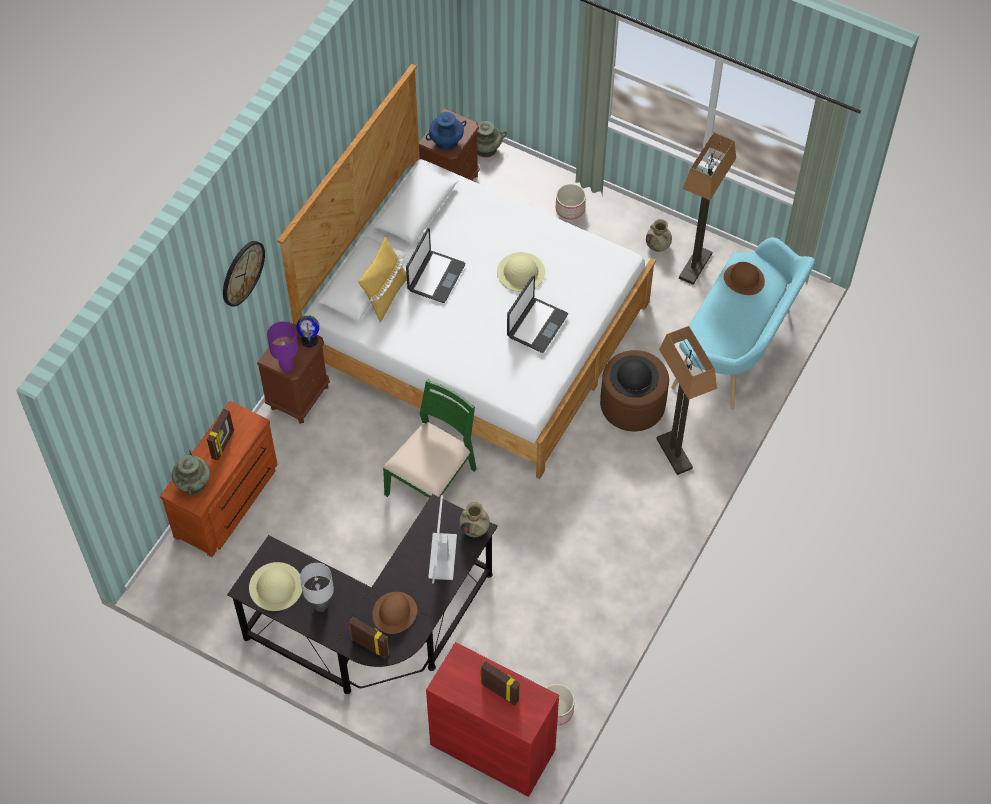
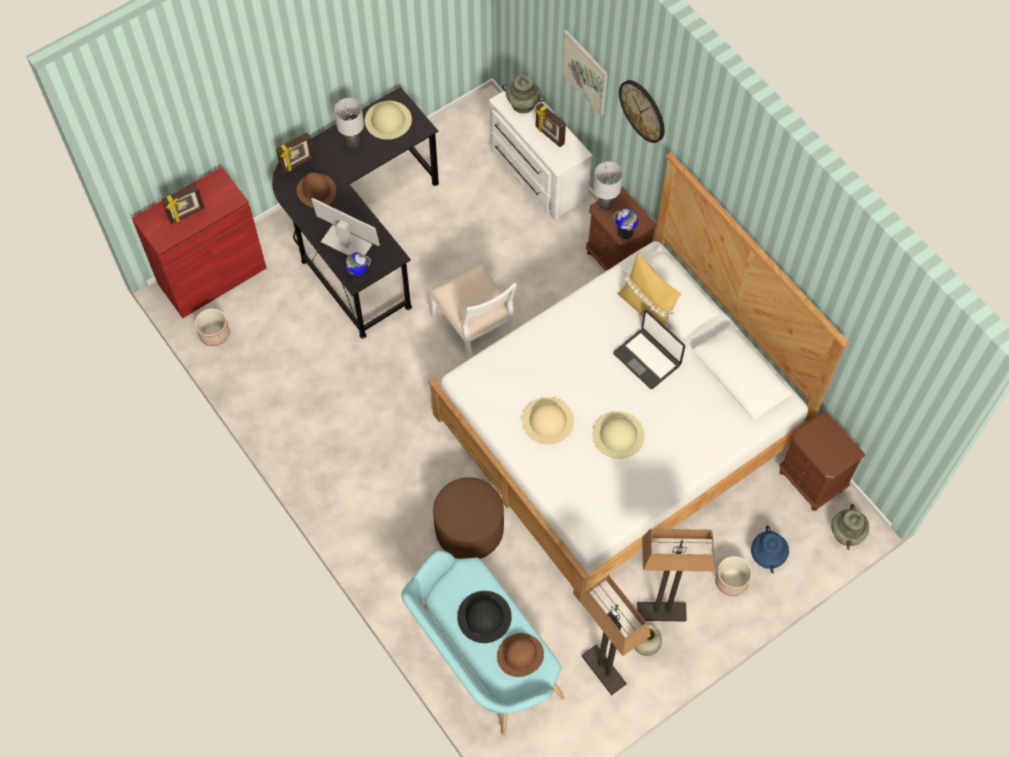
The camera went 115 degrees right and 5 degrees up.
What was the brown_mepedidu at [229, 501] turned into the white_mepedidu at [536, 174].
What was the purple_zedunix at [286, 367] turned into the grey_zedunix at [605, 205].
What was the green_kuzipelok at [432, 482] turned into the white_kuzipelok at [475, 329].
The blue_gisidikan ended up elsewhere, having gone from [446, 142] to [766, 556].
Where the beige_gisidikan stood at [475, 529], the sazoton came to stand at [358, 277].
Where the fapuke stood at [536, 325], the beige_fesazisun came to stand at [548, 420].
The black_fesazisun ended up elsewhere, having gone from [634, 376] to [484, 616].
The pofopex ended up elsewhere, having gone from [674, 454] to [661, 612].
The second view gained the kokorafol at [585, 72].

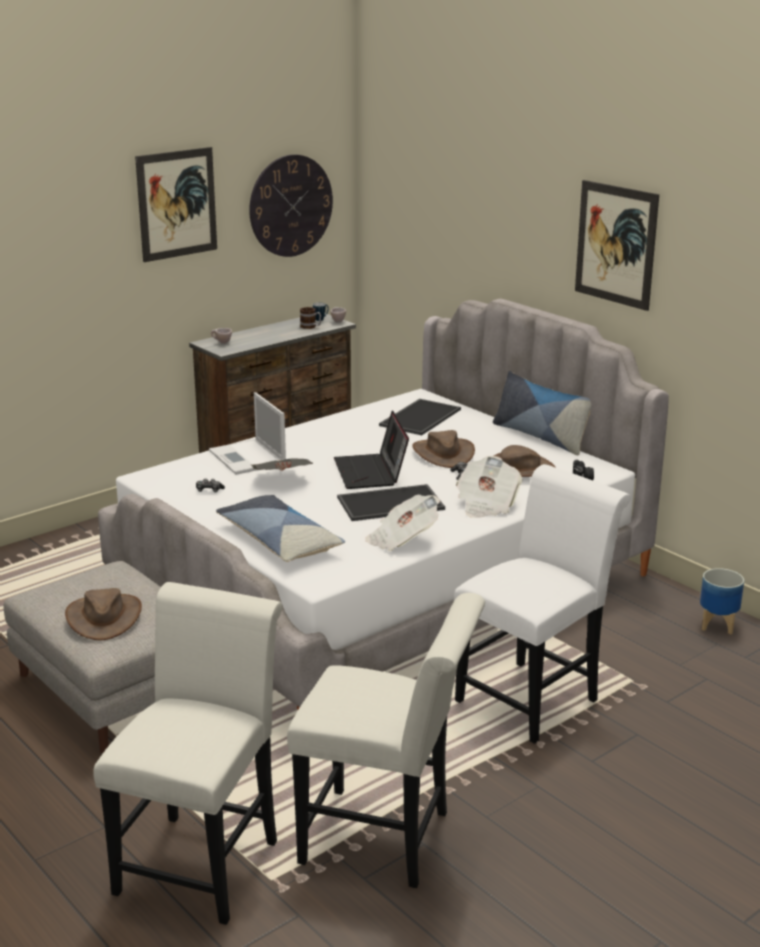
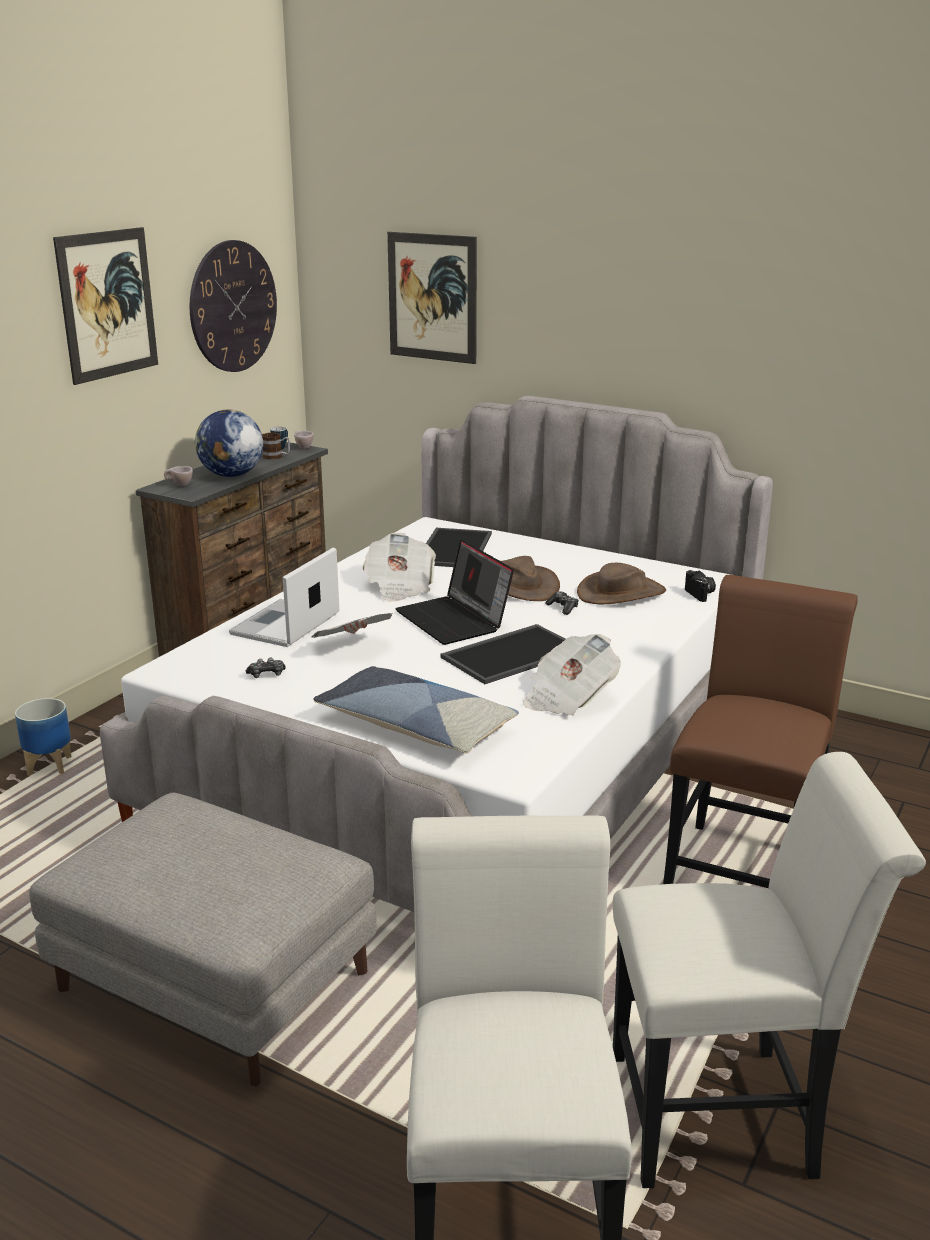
The camera went 20 degrees left and 0 degrees up.
The second view lost the brown_fesazisun at [104, 617].
The fapuke at [248, 458] ended up facing another way, 75 degrees clockwise from before.
What was the white_kuzipelok at [533, 696] turned into the brown_kuzipelok at [745, 865].
The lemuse ended up elsewhere, having gone from [486, 505] to [399, 587].
The second view lost the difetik at [540, 437].
The kokorafol ended up elsewhere, having gone from [616, 244] to [432, 297].
The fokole ended up elsewhere, having gone from [717, 625] to [50, 766].
The second view gained the sazoton at [231, 475].

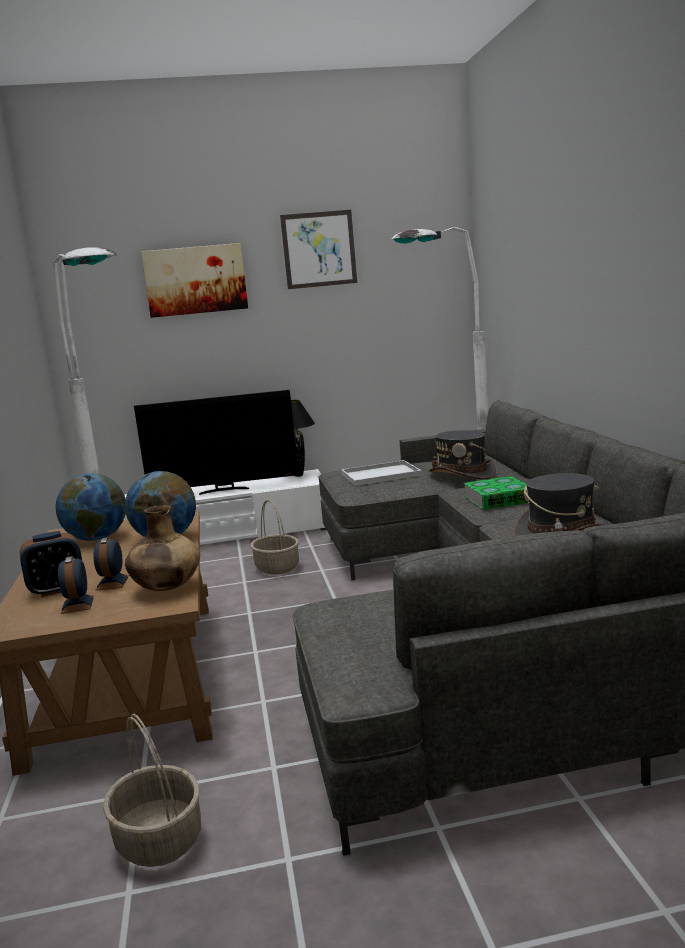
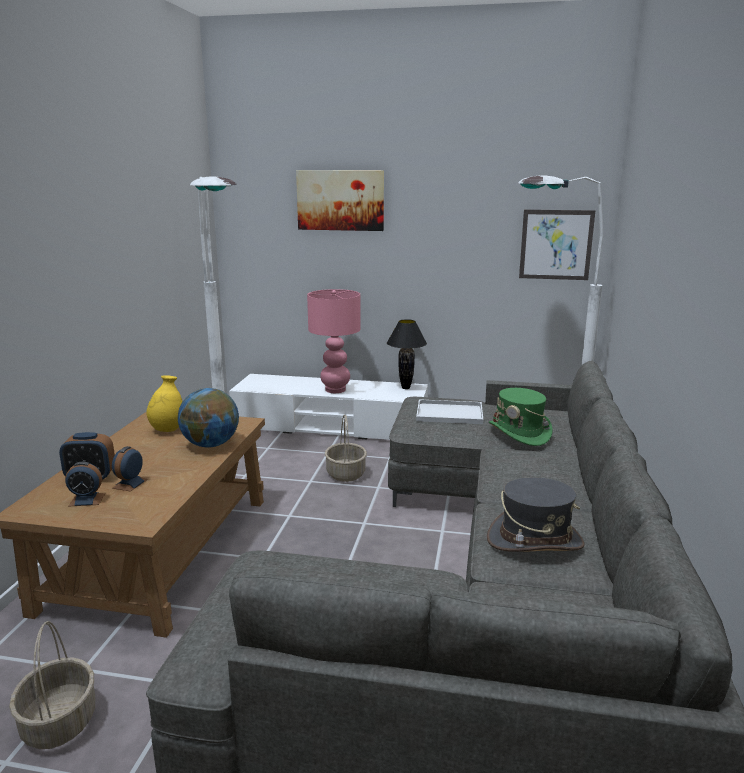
The camera went 20 degrees right and 5 degrees up.
Where the sazoton stood at [97, 538], the yellow_gisidikan came to stand at [167, 430].
The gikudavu at [77, 604] ended up facing another way, 105 degrees counterclockwise from before.
The second view lost the brown_gisidikan at [166, 588].
Where the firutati stood at [225, 490], the pink_zedunix came to stand at [336, 389].
The kokorafol ended up elsewhere, having gone from [319, 249] to [556, 245].
What was the grey_fesazisun at [462, 474] turned into the green_fesazisun at [519, 433].
The second view lost the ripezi at [498, 499].

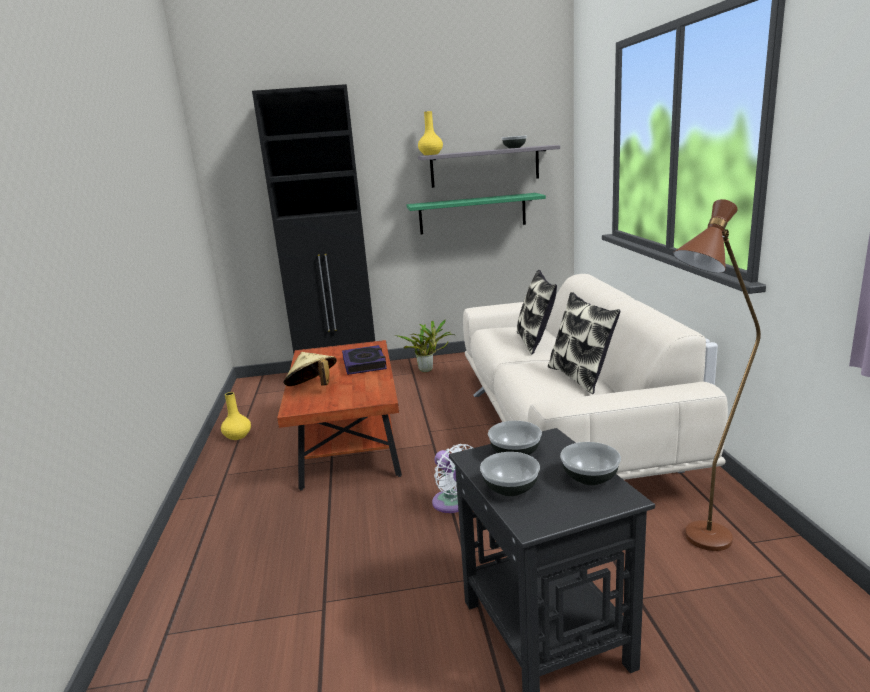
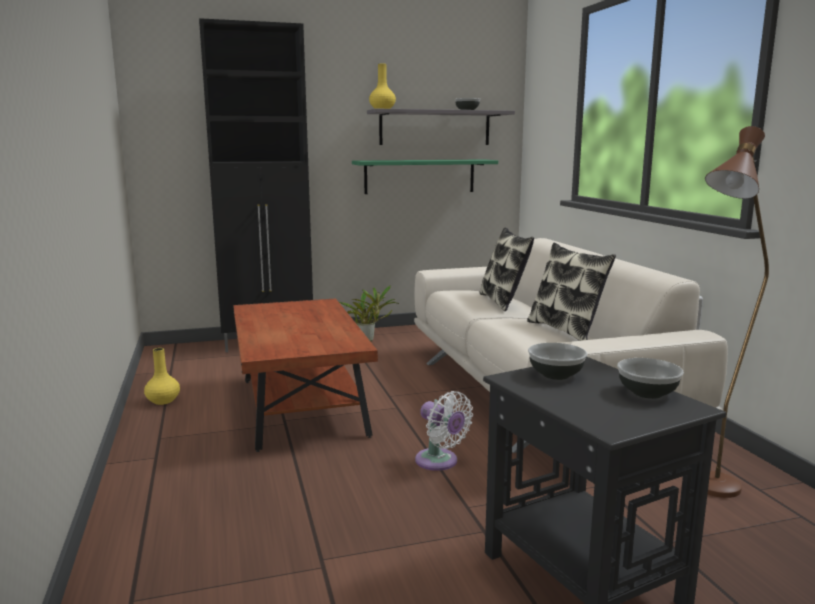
The camera went 10 degrees left and 5 degrees down.
The second view lost the beige_fesazisun at [313, 388].
The second view lost the ripezi at [364, 364].
The second view lost the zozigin at [509, 488].

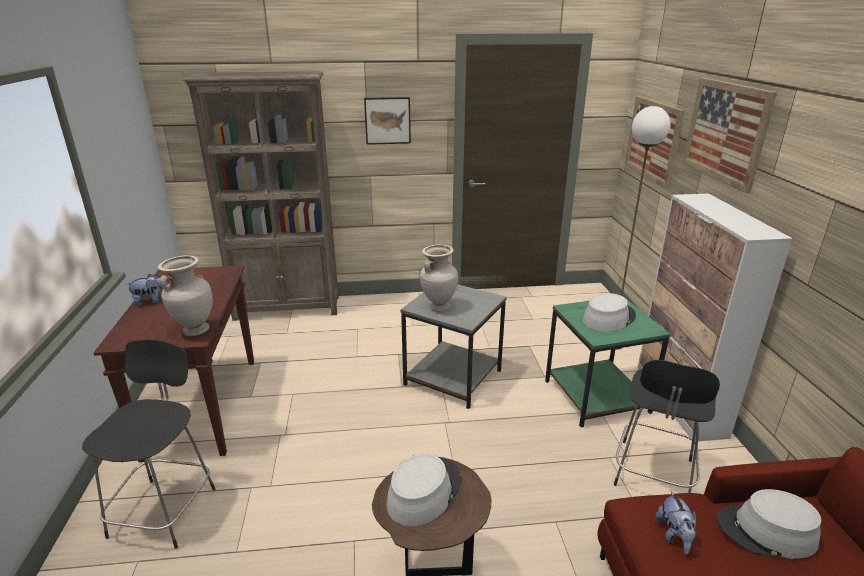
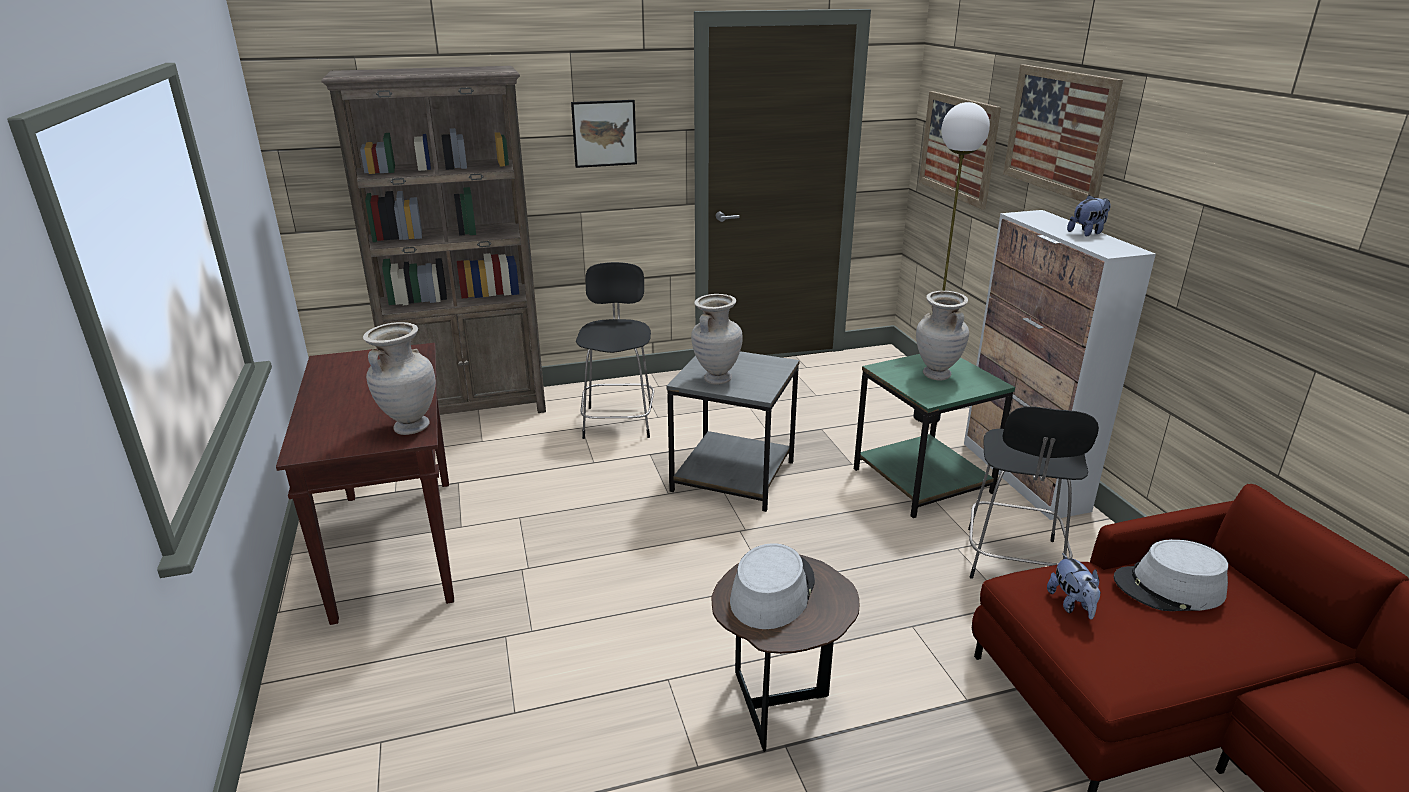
The camera went 10 degrees left and 0 degrees up.
The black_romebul ended up elsewhere, having gone from [165, 509] to [618, 420].
The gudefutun ended up elsewhere, having gone from [151, 301] to [1087, 233].
Where the grey_fesazisun stood at [608, 318], the beige_gisidikan came to stand at [936, 375].

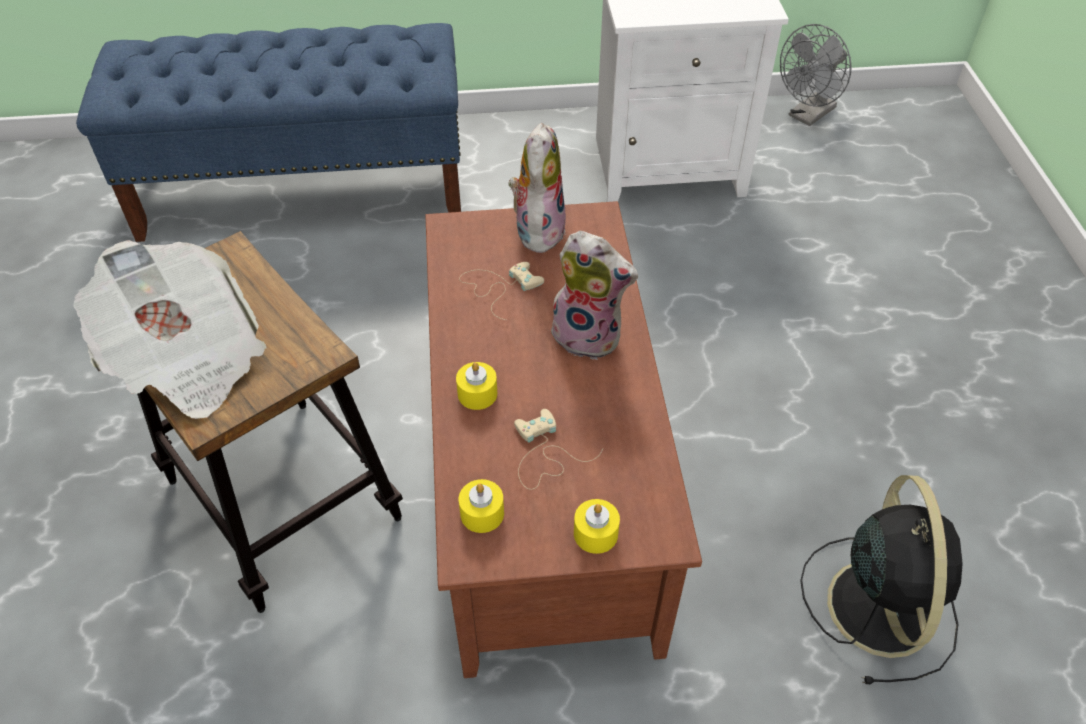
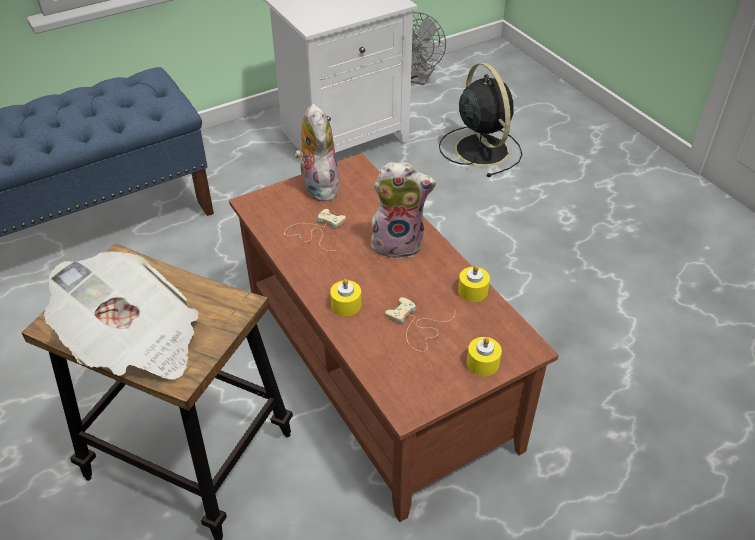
The camera went 25 degrees left and 5 degrees down.
The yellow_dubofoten ended up elsewhere, having gone from [482, 513] to [472, 291].
The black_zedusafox ended up elsewhere, having gone from [879, 603] to [480, 148].

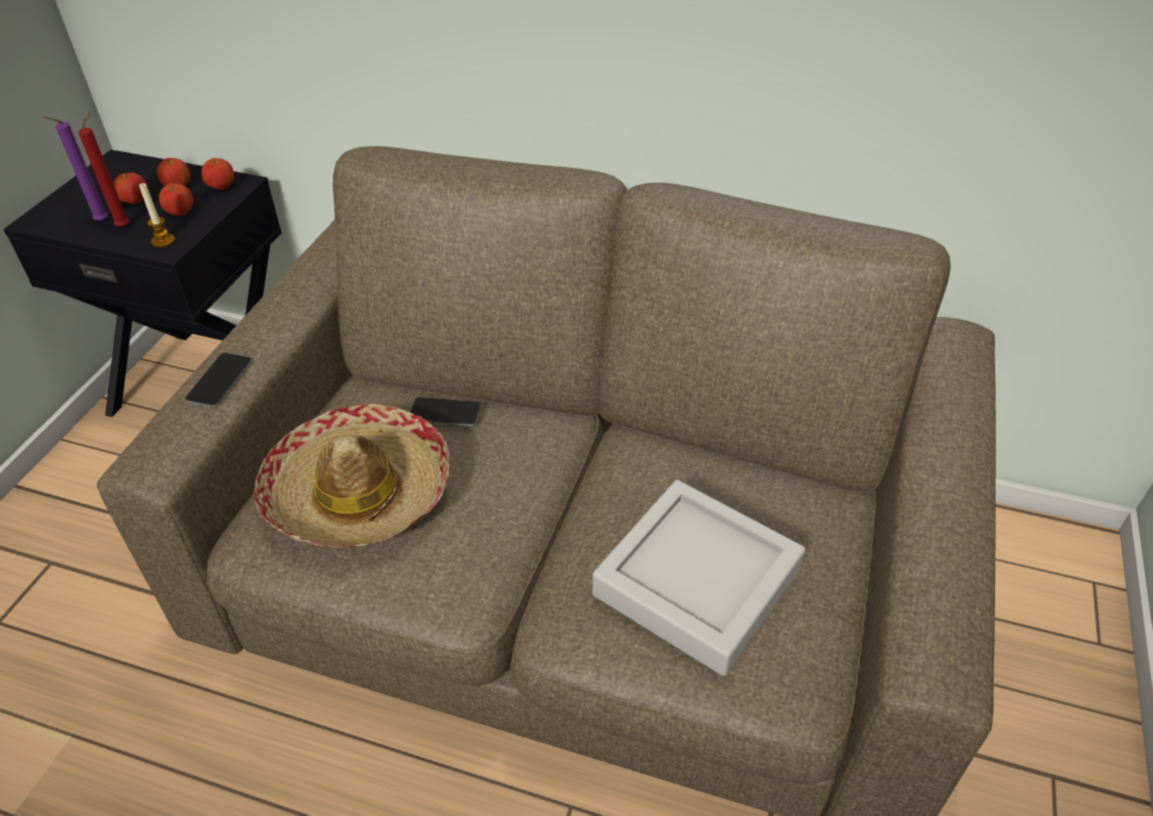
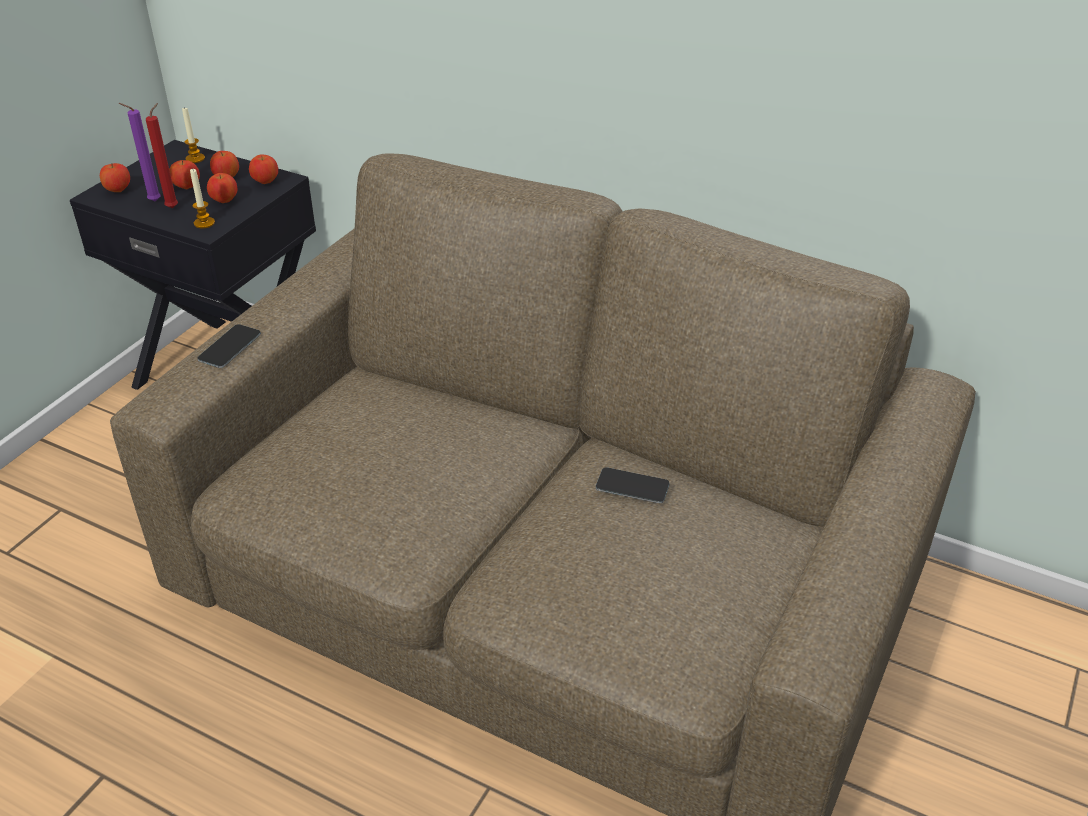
The camera went 10 degrees right and 5 degrees down.
The second view lost the fesazisun at [359, 492].
The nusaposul ended up elsewhere, having gone from [445, 412] to [632, 486].
The second view lost the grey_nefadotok at [697, 582].
The second view gained the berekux at [118, 190].
The second view gained the dubofoten at [195, 159].

